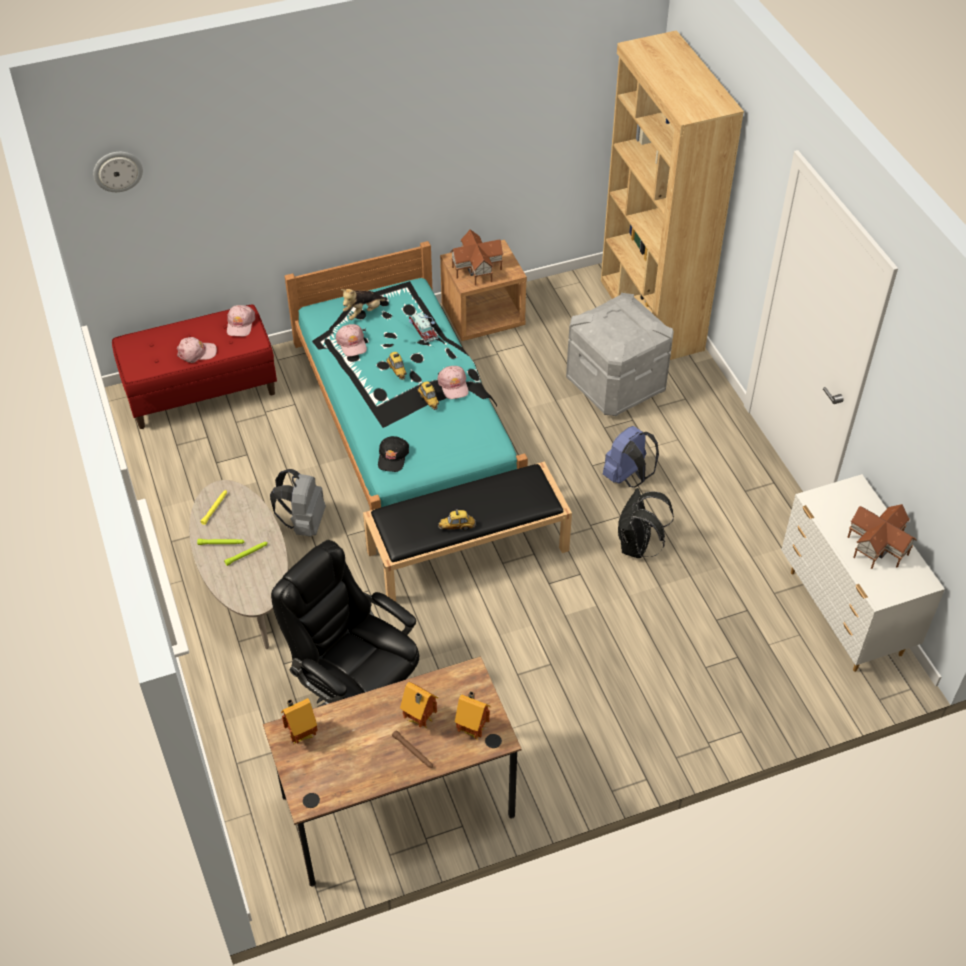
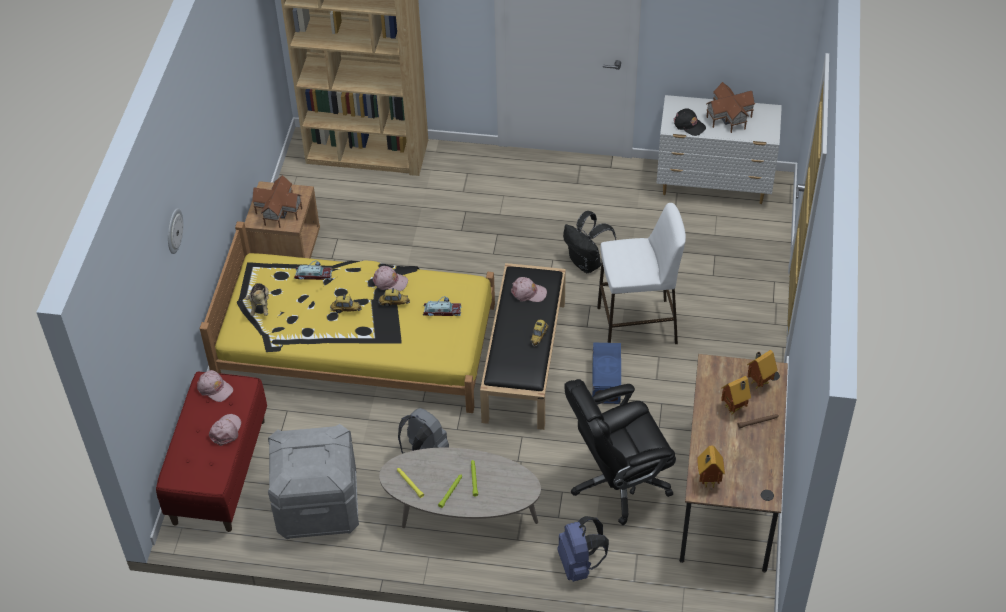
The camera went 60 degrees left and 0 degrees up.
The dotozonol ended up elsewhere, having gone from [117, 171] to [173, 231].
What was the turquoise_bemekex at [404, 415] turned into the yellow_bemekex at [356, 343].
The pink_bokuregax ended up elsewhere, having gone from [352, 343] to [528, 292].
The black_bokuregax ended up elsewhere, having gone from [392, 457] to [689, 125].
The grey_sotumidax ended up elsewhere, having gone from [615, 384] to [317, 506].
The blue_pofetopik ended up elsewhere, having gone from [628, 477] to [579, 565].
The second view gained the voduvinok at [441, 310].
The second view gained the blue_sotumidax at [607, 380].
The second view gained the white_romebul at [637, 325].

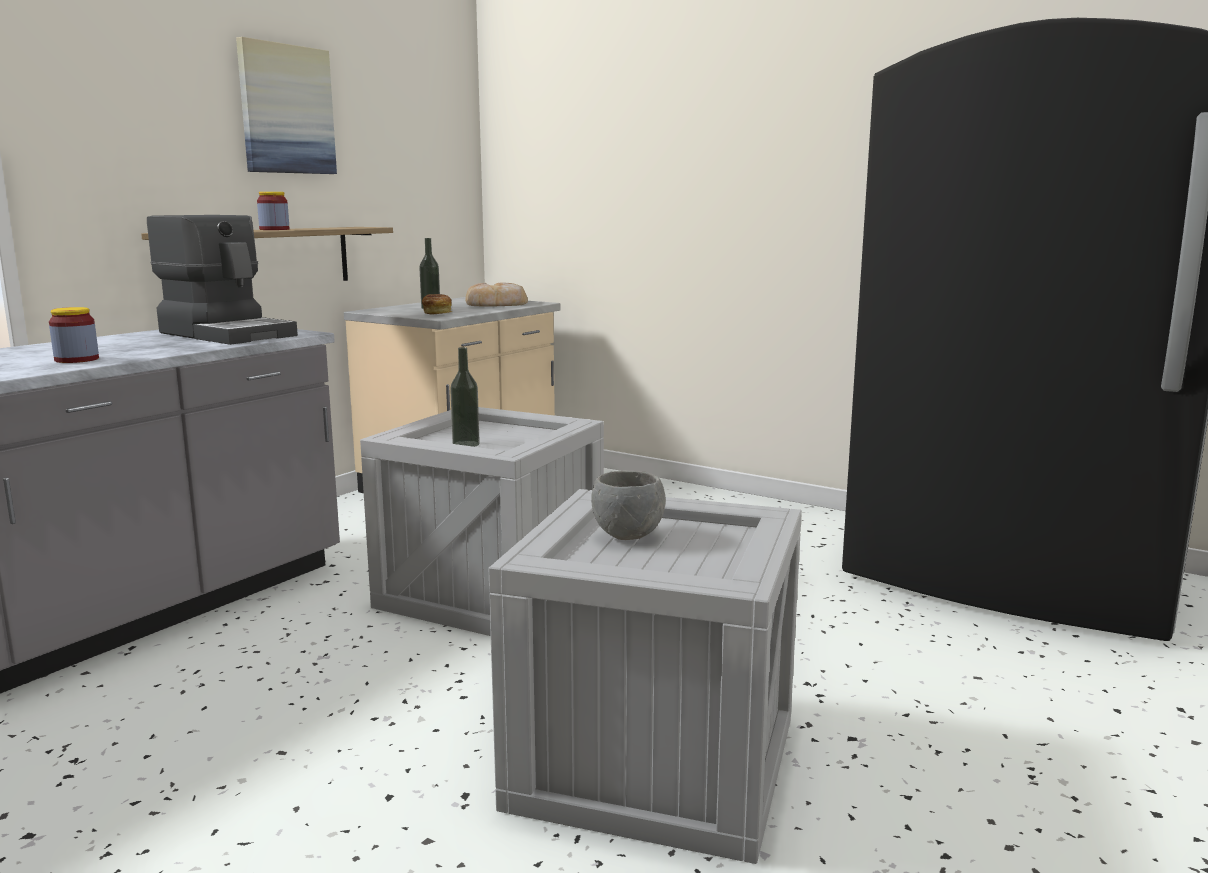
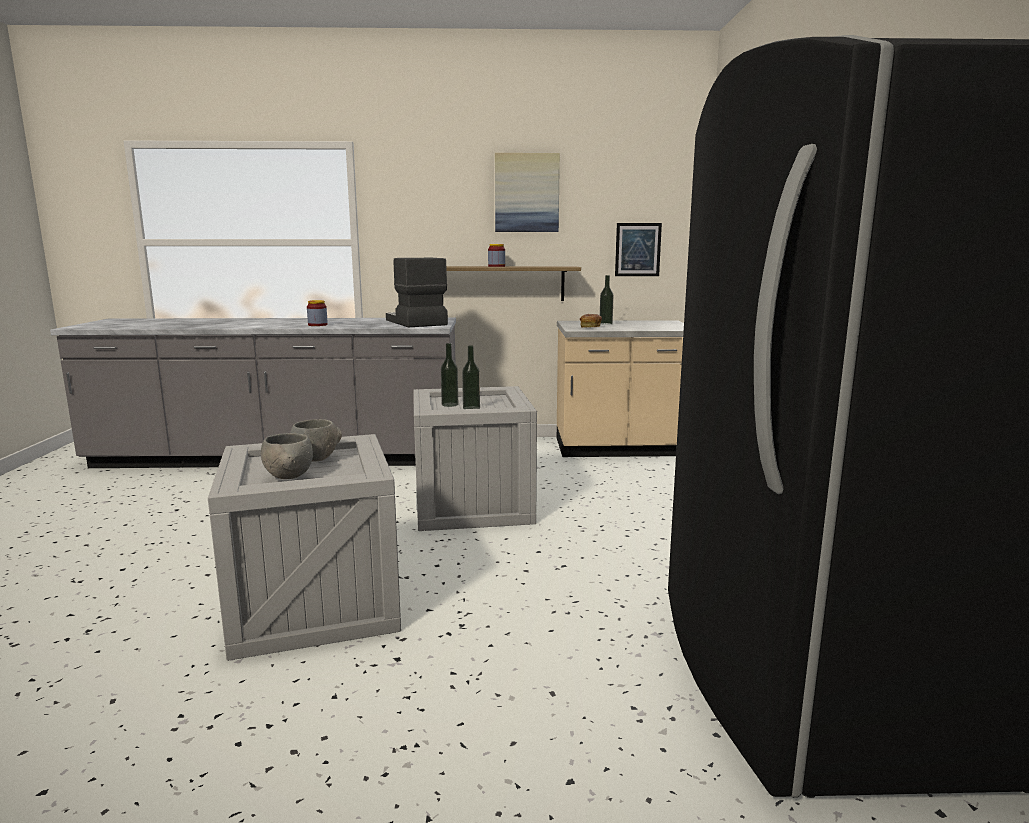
The camera went 55 degrees right and 0 degrees up.
The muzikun at [228, 334] ended up facing another way, 150 degrees clockwise from before.
The second view lost the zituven at [497, 303].
The second view gained the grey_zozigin at [289, 478].
The second view gained the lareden at [471, 408].
The second view gained the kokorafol at [638, 249].

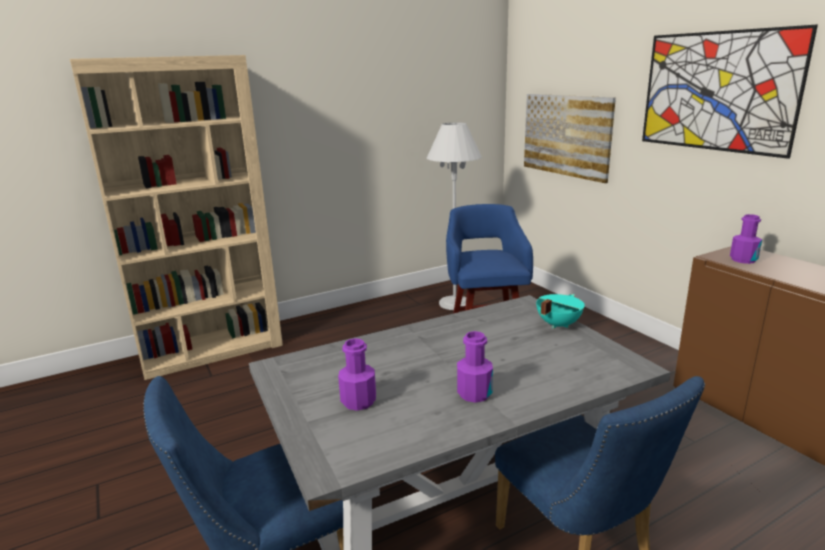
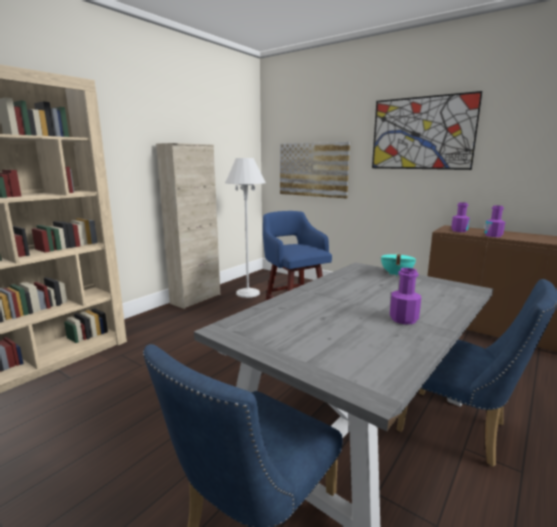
The camera went 25 degrees left and 5 degrees down.
The purple_lareden ended up elsewhere, having gone from [358, 401] to [493, 235].
The second view gained the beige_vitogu at [196, 299].

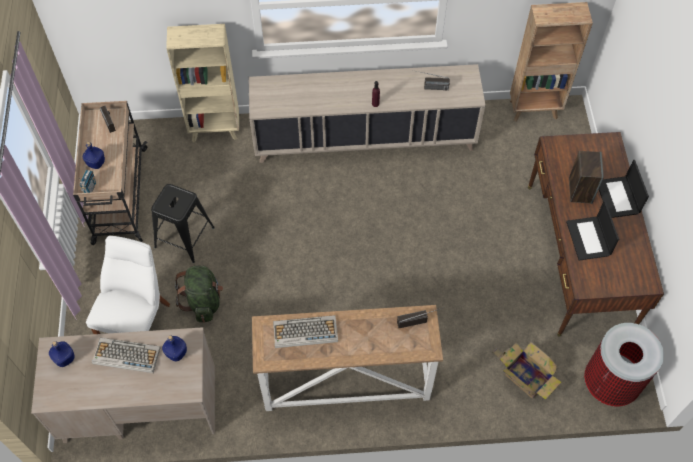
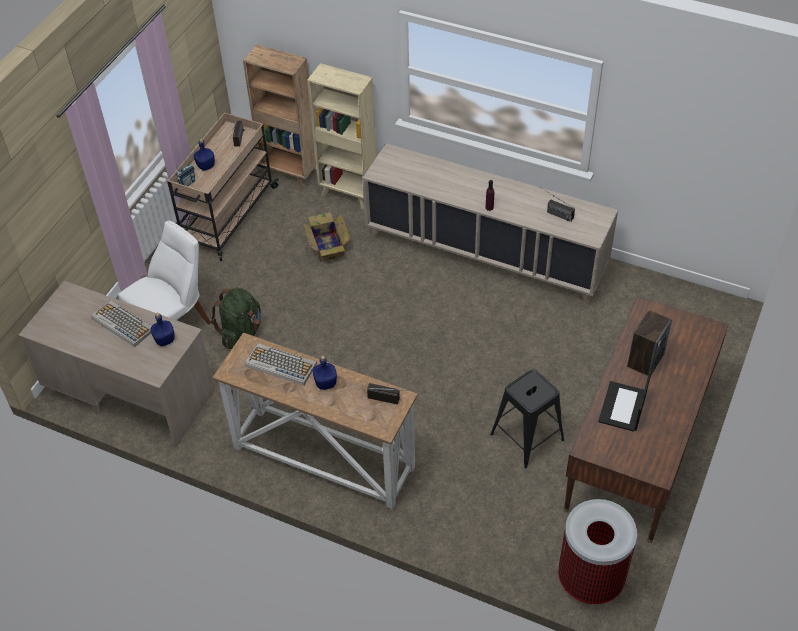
The camera went 30 degrees right and 10 degrees down.
The blue_lareden ended up elsewhere, having gone from [65, 358] to [326, 383].
The black_romebul ended up elsewhere, having gone from [184, 237] to [527, 437].
The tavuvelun ended up elsewhere, having gone from [525, 376] to [327, 245].
The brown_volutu ended up elsewhere, having gone from [534, 109] to [289, 175].
The second view lost the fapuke at [618, 197].

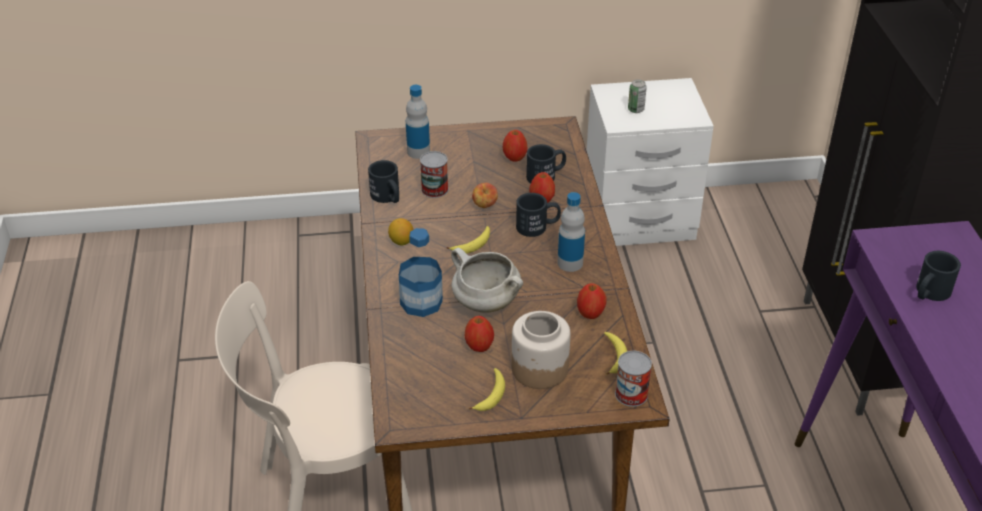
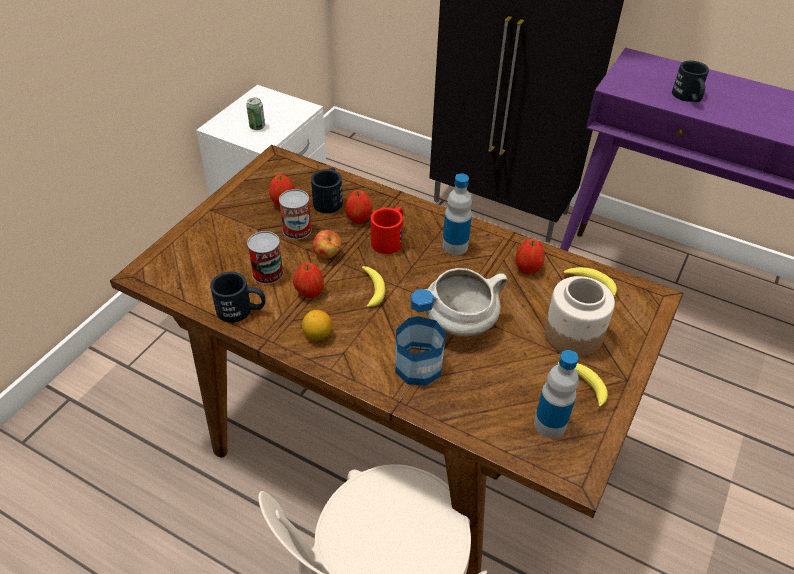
The camera went 55 degrees left and 5 degrees up.
The lareden ended up elsewhere, having gone from [418, 152] to [550, 424].
The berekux ended up elsewhere, having gone from [479, 346] to [309, 292].
What was the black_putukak at [538, 226] turned into the red_putukak at [390, 239].
The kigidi ended up elsewhere, having gone from [631, 394] to [297, 230].

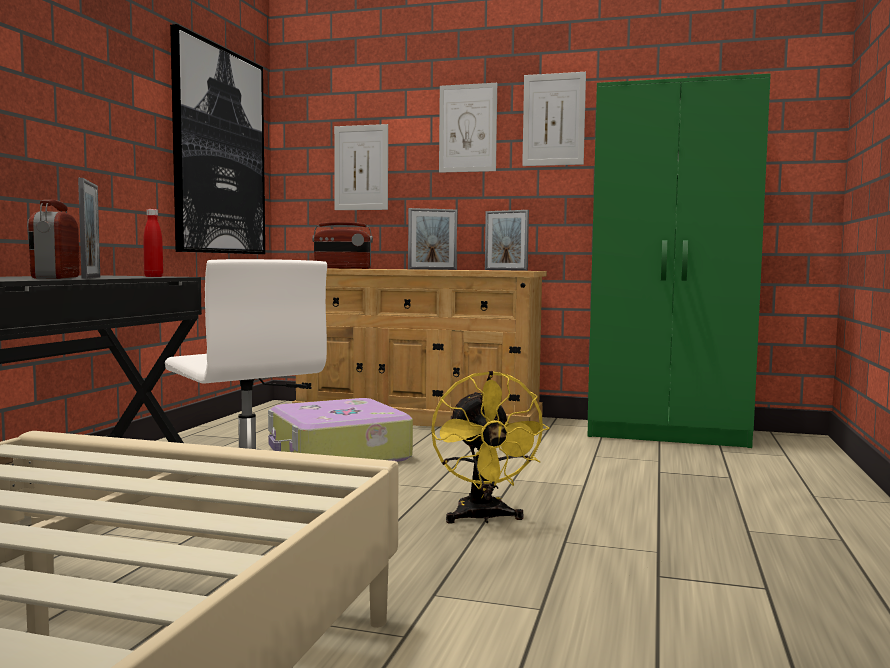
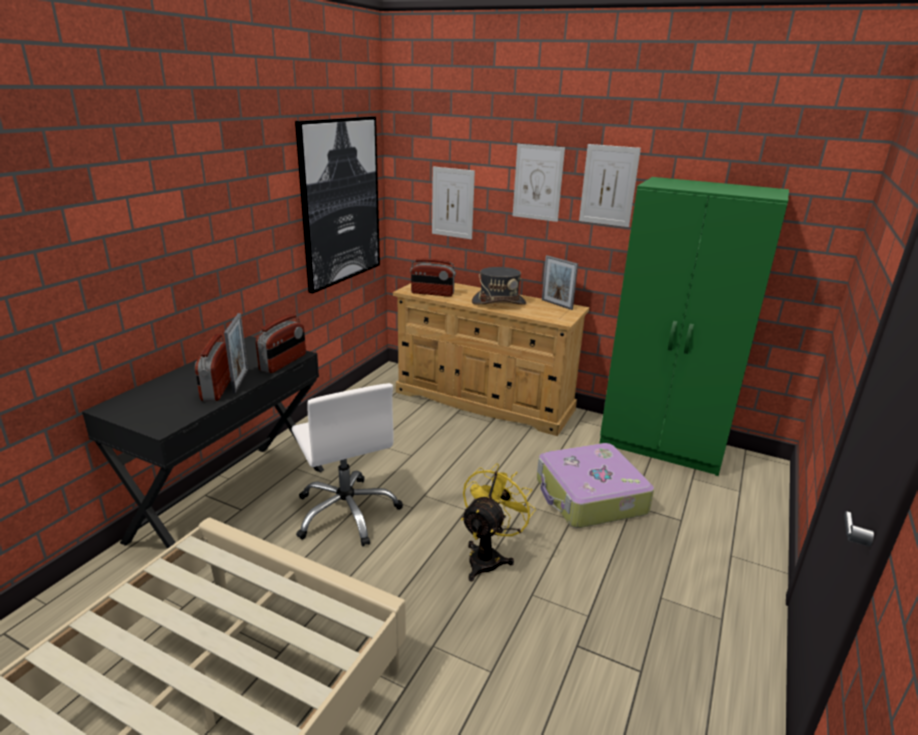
The camera went 10 degrees right and 20 degrees up.
Where the red_lareden stood at [153, 276], the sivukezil came to stand at [283, 362].
The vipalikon ended up elsewhere, having gone from [337, 454] to [589, 497].
Where the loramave stood at [432, 269], the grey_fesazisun came to stand at [498, 302].
The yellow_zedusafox at [483, 518] ended up facing another way, 150 degrees counterclockwise from before.

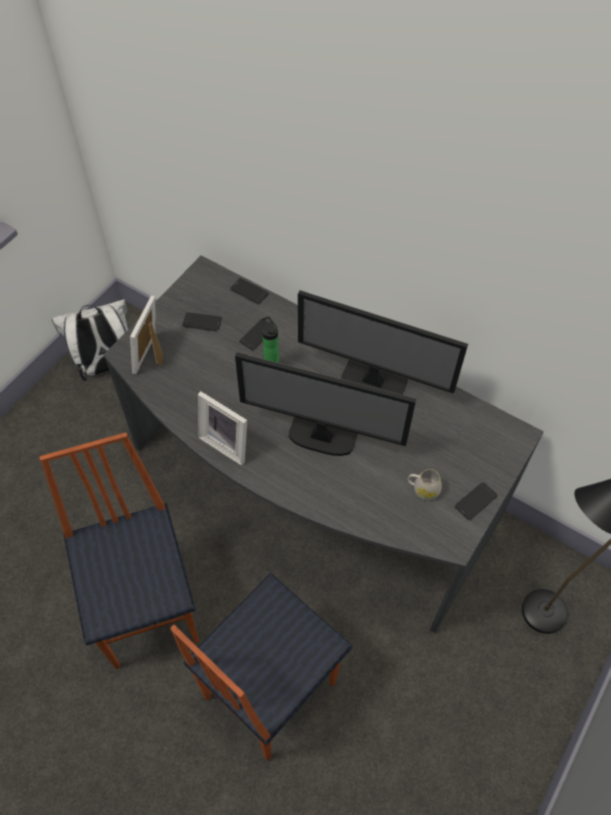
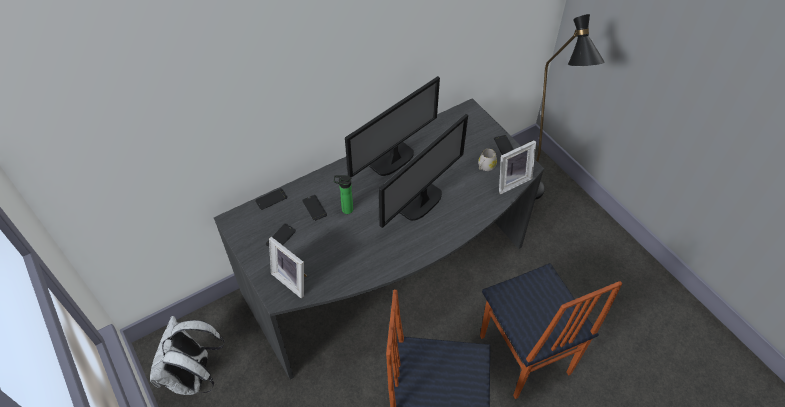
The camera went 65 degrees left and 5 degrees down.
The loramave ended up elsewhere, having gone from [227, 442] to [511, 180].

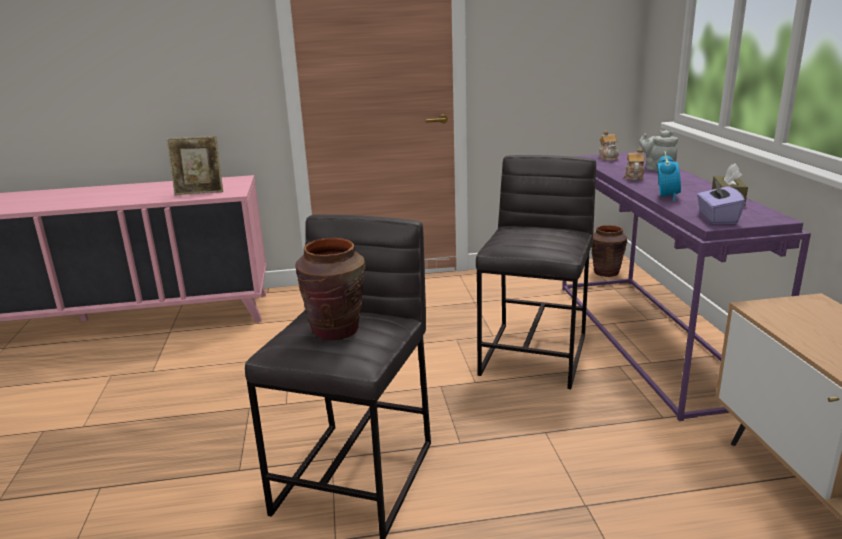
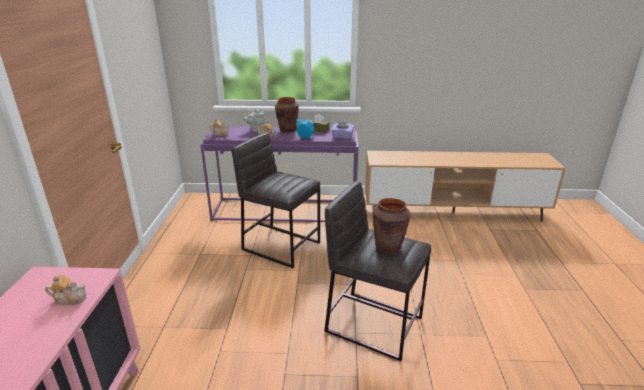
The camera went 80 degrees left and 5 degrees up.
Where the loramave stood at [200, 193], the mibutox came to stand at [70, 299].
The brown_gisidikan ended up elsewhere, having gone from [606, 273] to [287, 130].

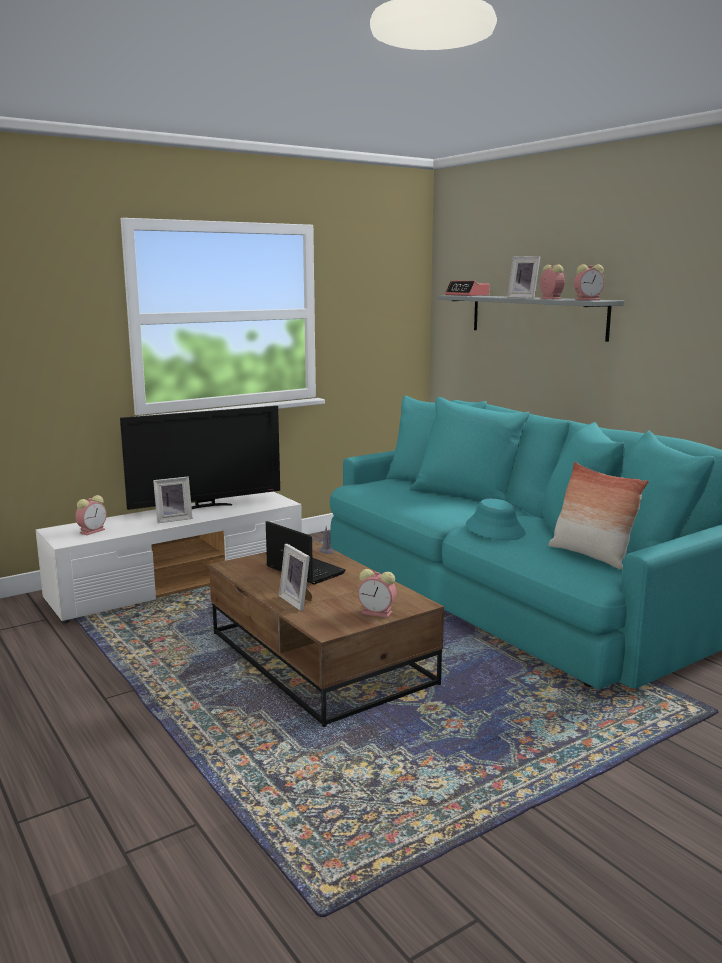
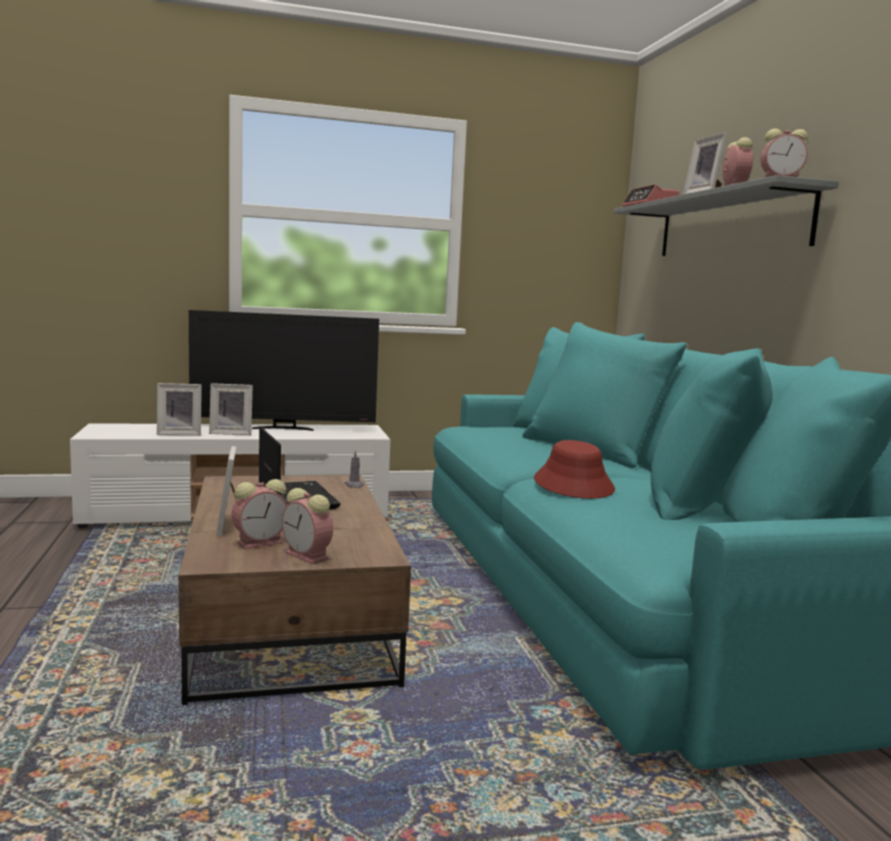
The camera went 20 degrees right and 5 degrees down.
The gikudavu ended up elsewhere, having gone from [93, 531] to [261, 542].
What was the turquoise_fesazisun at [495, 529] turned into the red_fesazisun at [574, 485].
The second view lost the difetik at [590, 556].
The second view gained the loramave at [180, 433].

